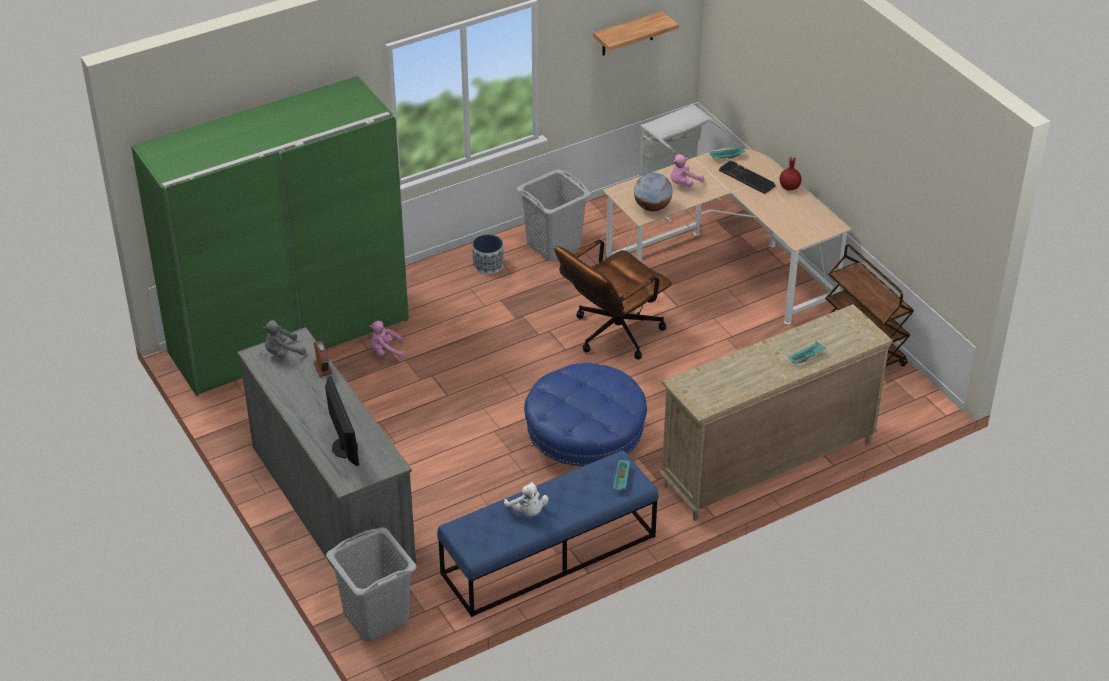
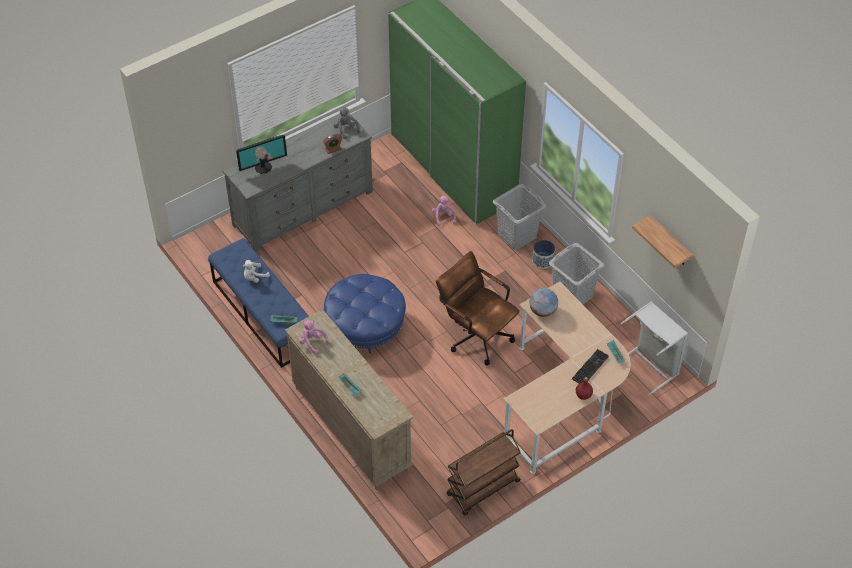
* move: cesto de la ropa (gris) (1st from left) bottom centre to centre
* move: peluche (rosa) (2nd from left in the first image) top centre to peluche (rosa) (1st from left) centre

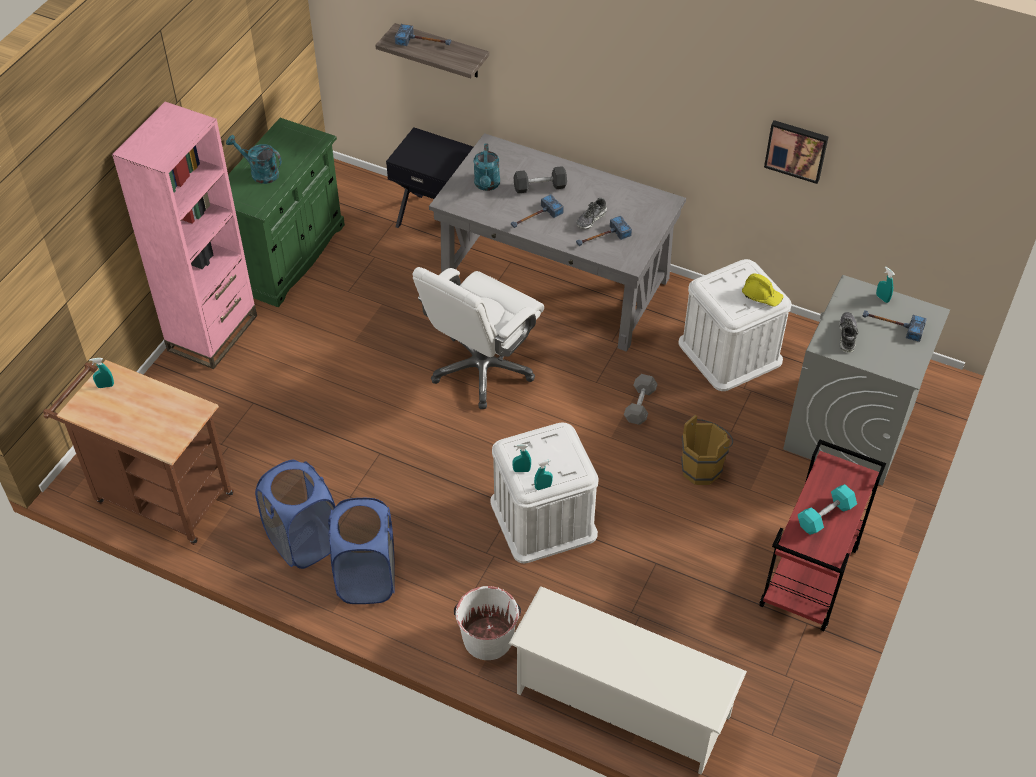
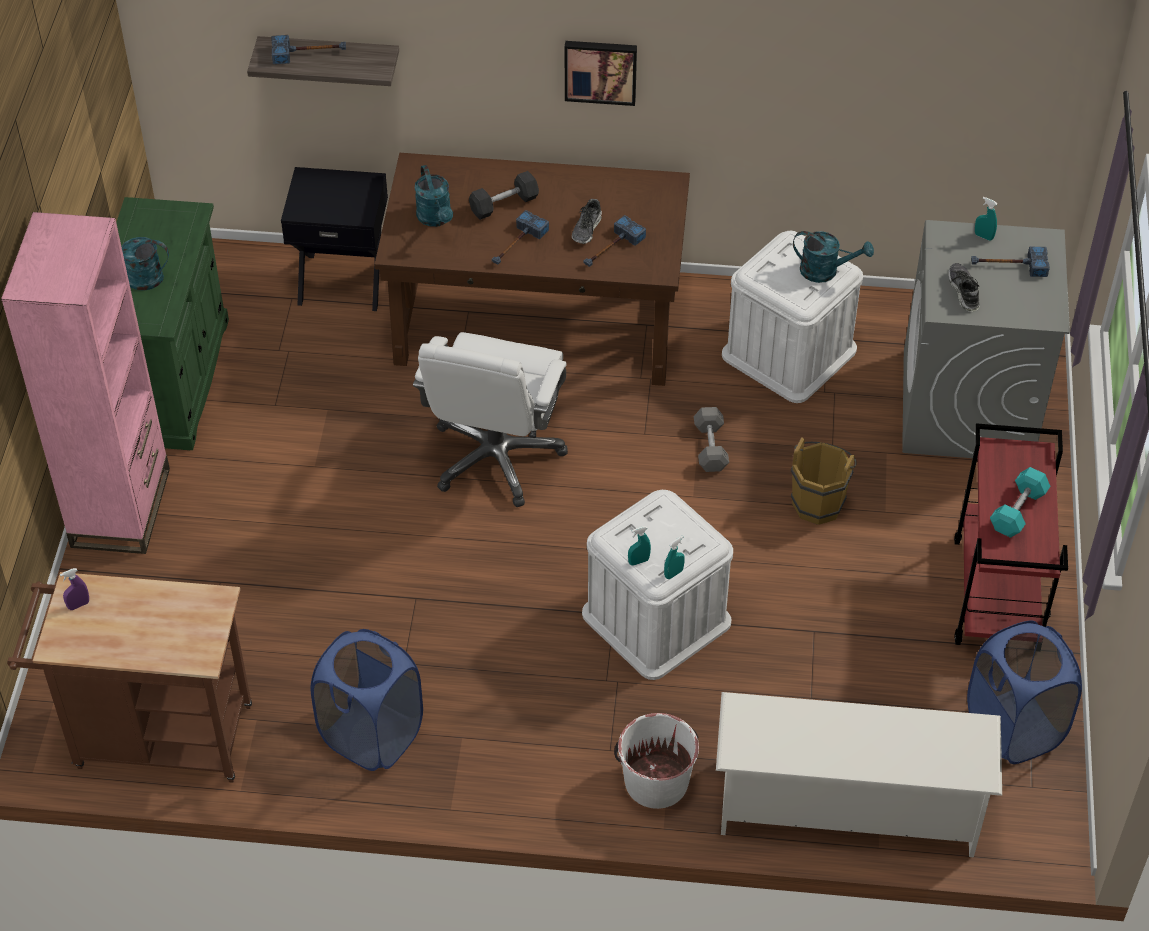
* recolor: pulverizador (turquesa) (1st from left) middle left to pulverizador (morado) middle left
* move: cesto de la ropa (azul) (2nd from left) bottom centre to bottom right
* recolor: escritorio (gris) top centre to escritorio (marrón) top centre
* replace: casco (amarillo) middle right to regadera (turquesa) (3rd from left) top right
* move: cuadro top right to top centre

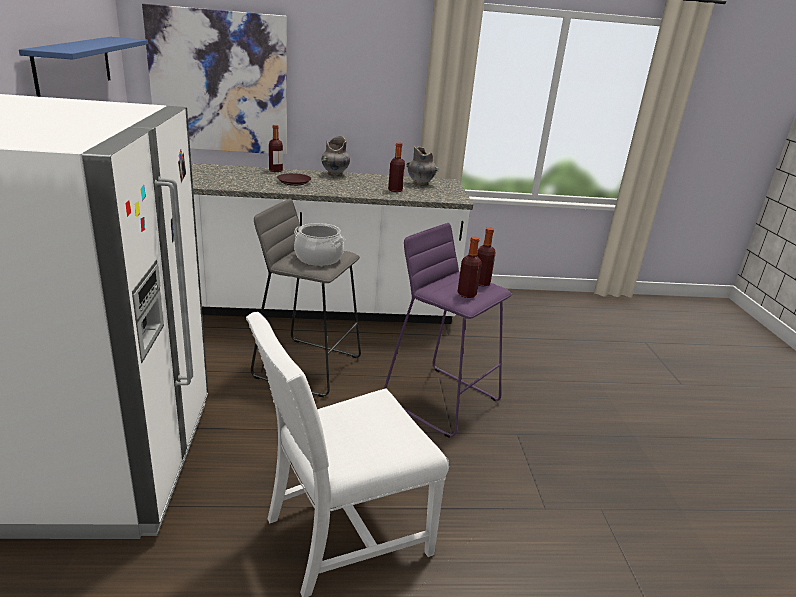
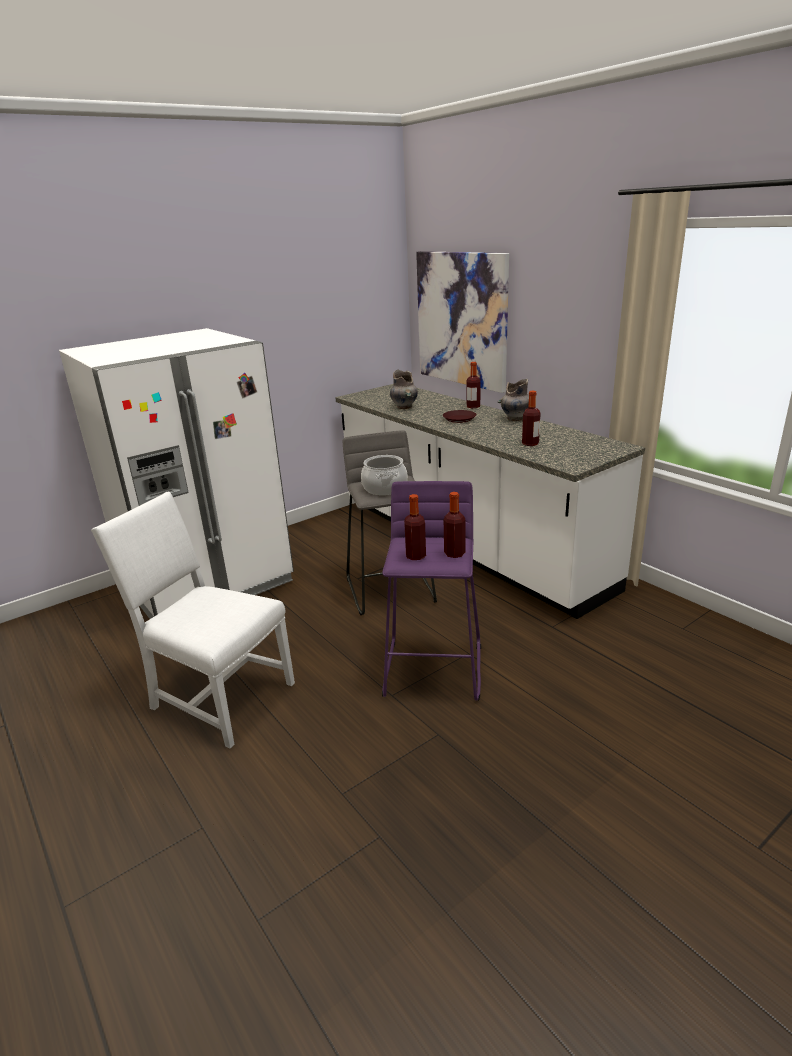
* delete: estante (azul) top left
* move: florero (gris) (2nd from left in the first image) top centre to florero (gris) (1st from left) centre

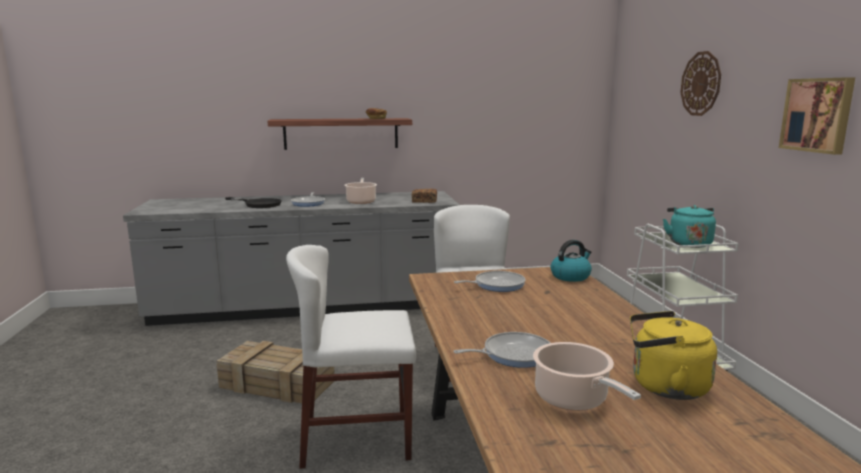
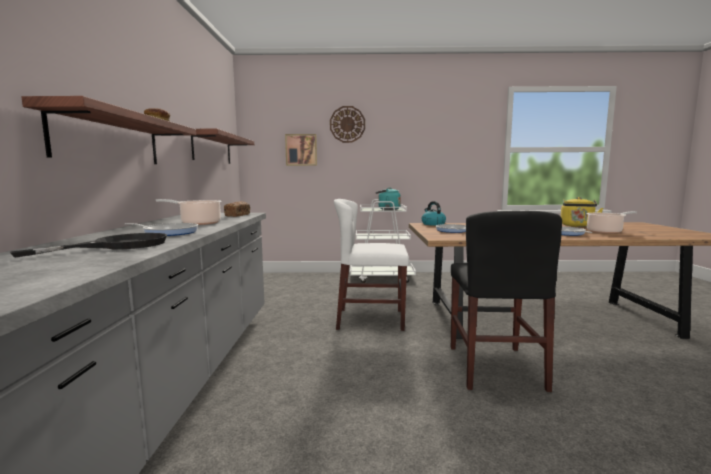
* delete: caja de embalaje bottom left
* recolor: silla (blanco) (1st from left) bottom centre to silla (negro) middle right
* move: cuadro top right to top centre
* insert: estante (2nd from left) top left

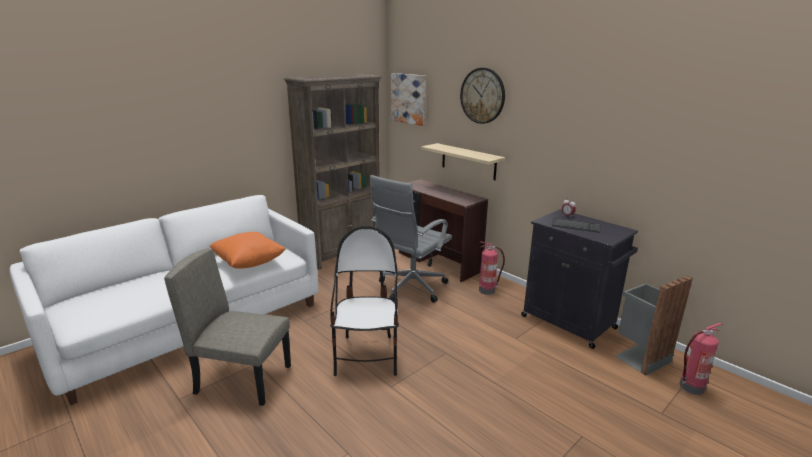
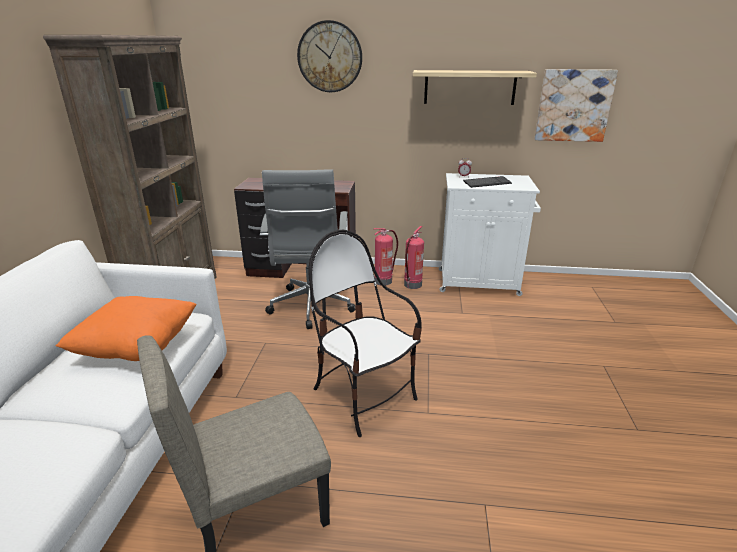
* move: cuadro top centre to top right
* move: estante centre to top centre
* recolor: armario (negro) middle right to armario (blanco) centre
* delete: papelera (gris) bottom right
* move: extintor (2nd from left) bottom right to centre

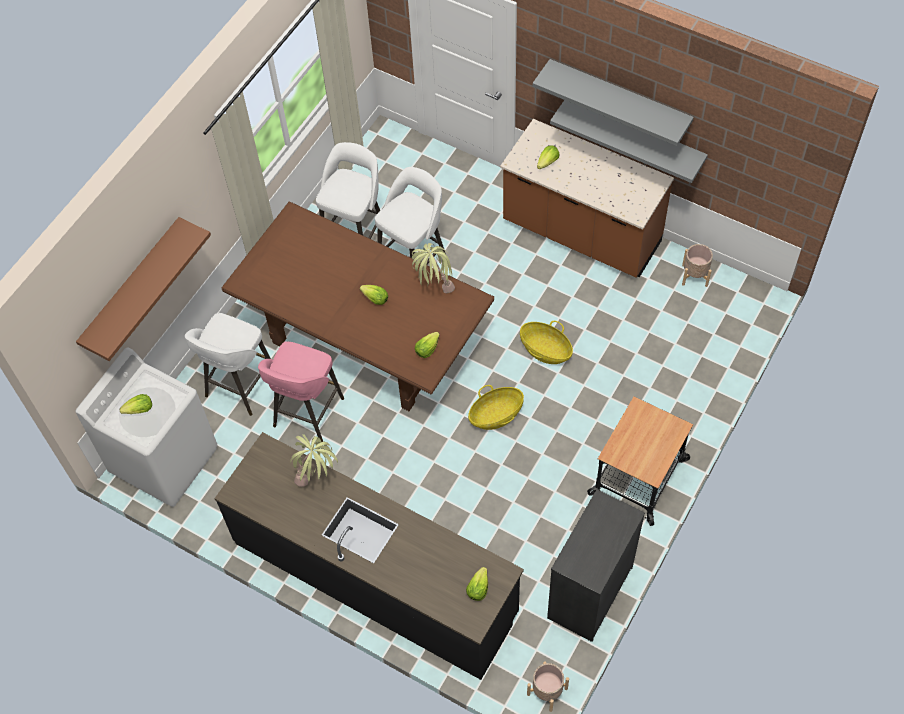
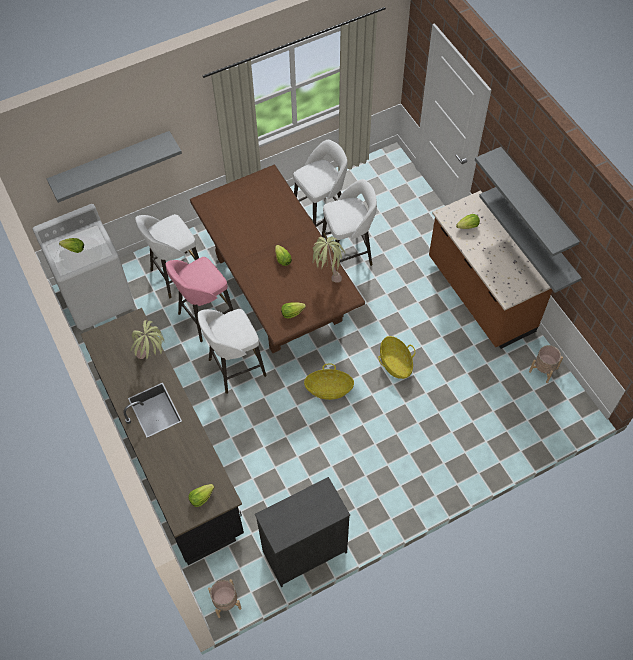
* recolor: estante (marrón) middle left to estante (gris) (1st from left) top left
* delete: carrito middle right
* insert: taburete (blanco) (2nd from left) centre

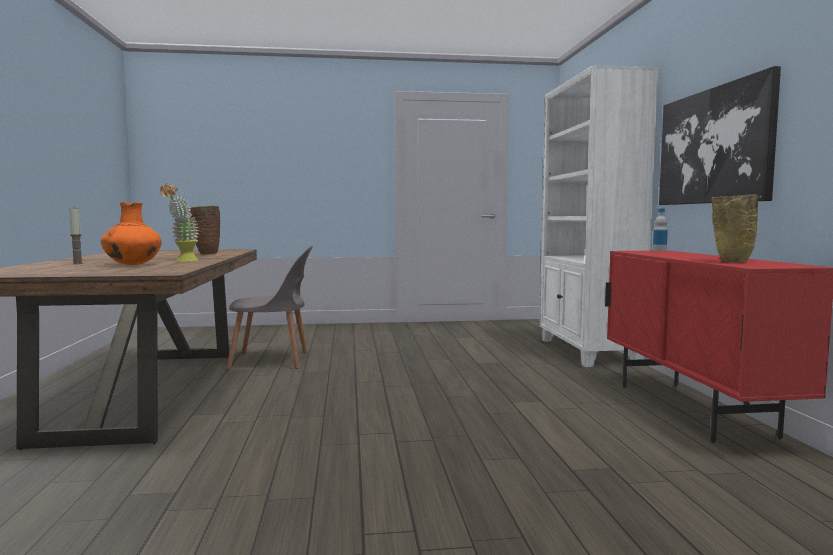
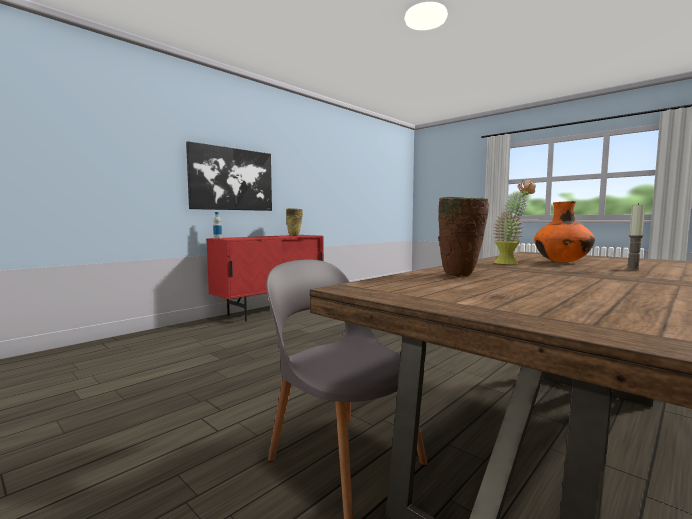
* delete: estantería (blanco) middle right

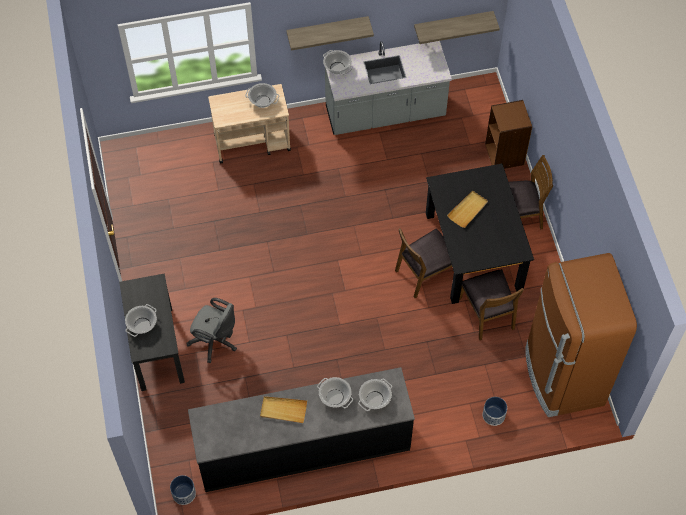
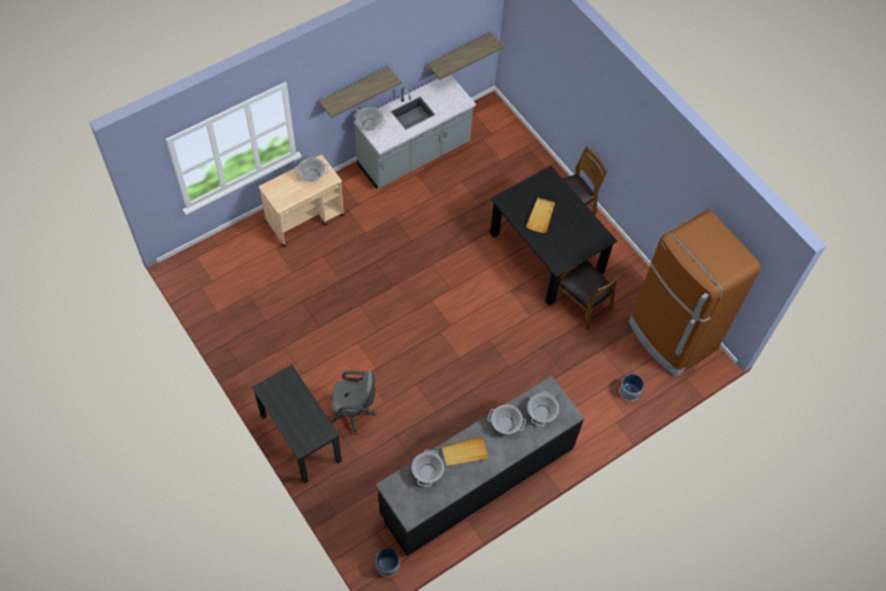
* move: olla (1st from left in the first image) middle left to olla (3rd from left) bottom centre
* delete: silla (marrón) (1st from left) centre
* delete: estantería (marrón) top right

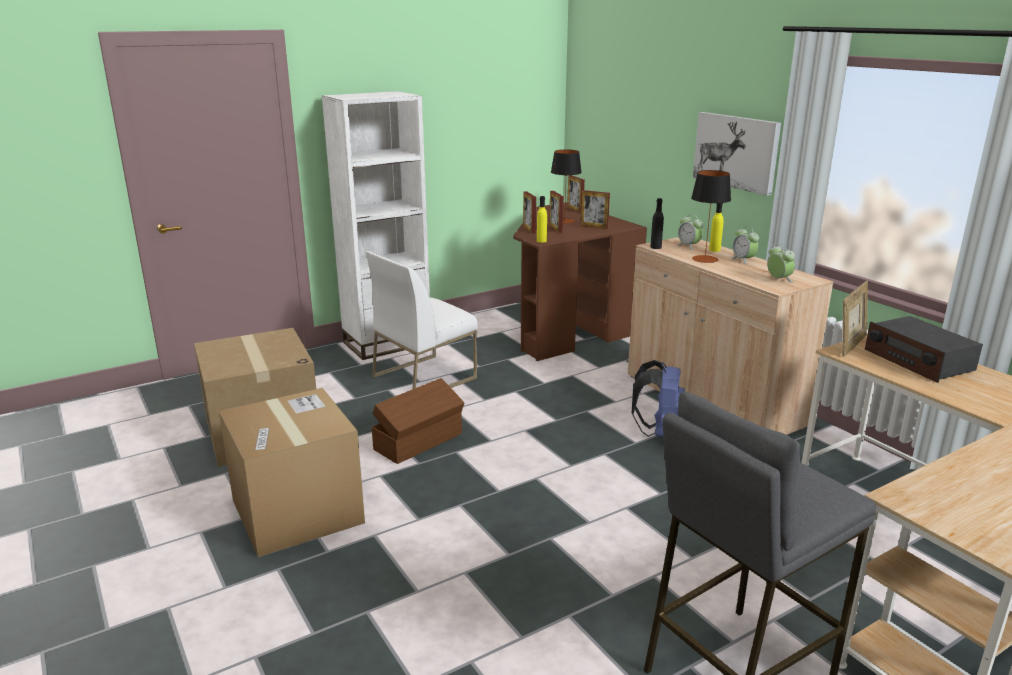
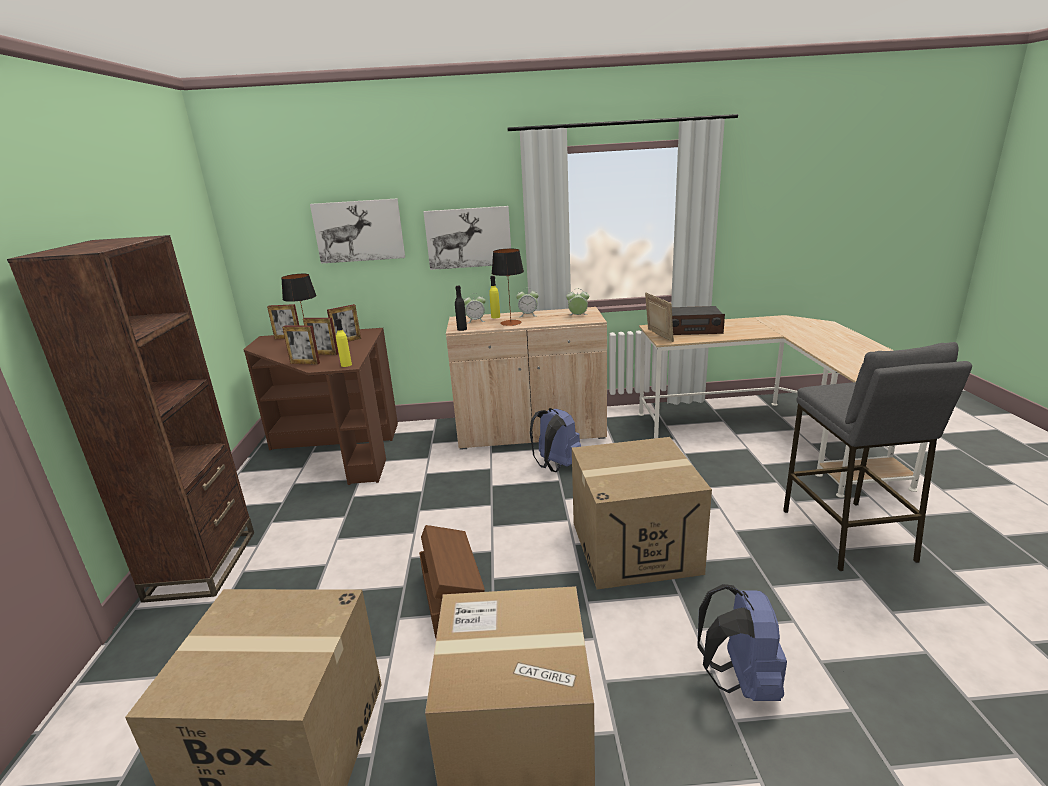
* recolor: estantería (blanco) centre to estantería (marrón) middle left
* delete: silla (blanco) centre
* insert: cuadro (1st from left) top centre
* insert: caja de cartón (3rd from left) centre
* insert: mochila (azul) (2nd from left) bottom right

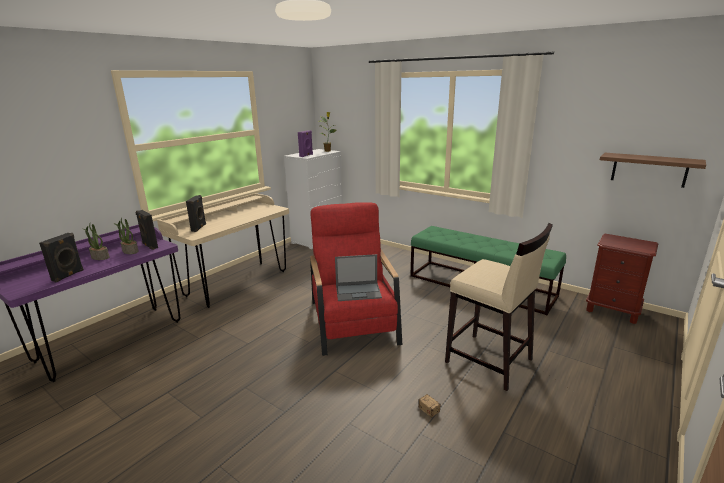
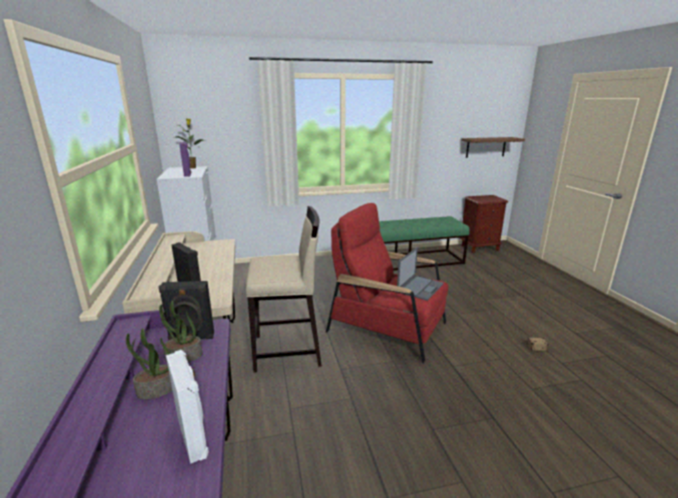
* recolor: altavoz (negro) (1st from left) middle left to altavoz (blanco) bottom left
* move: taburete (beis) middle right to centre

